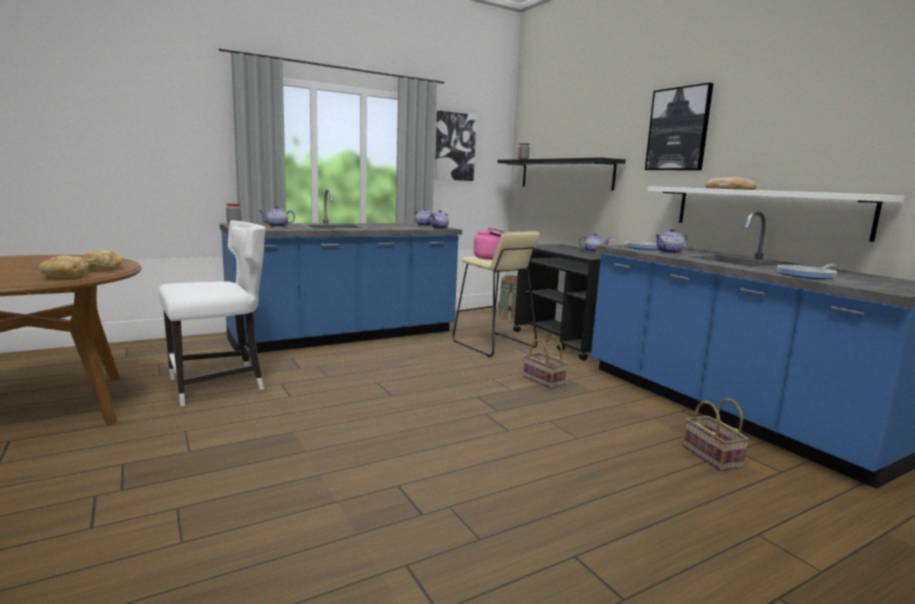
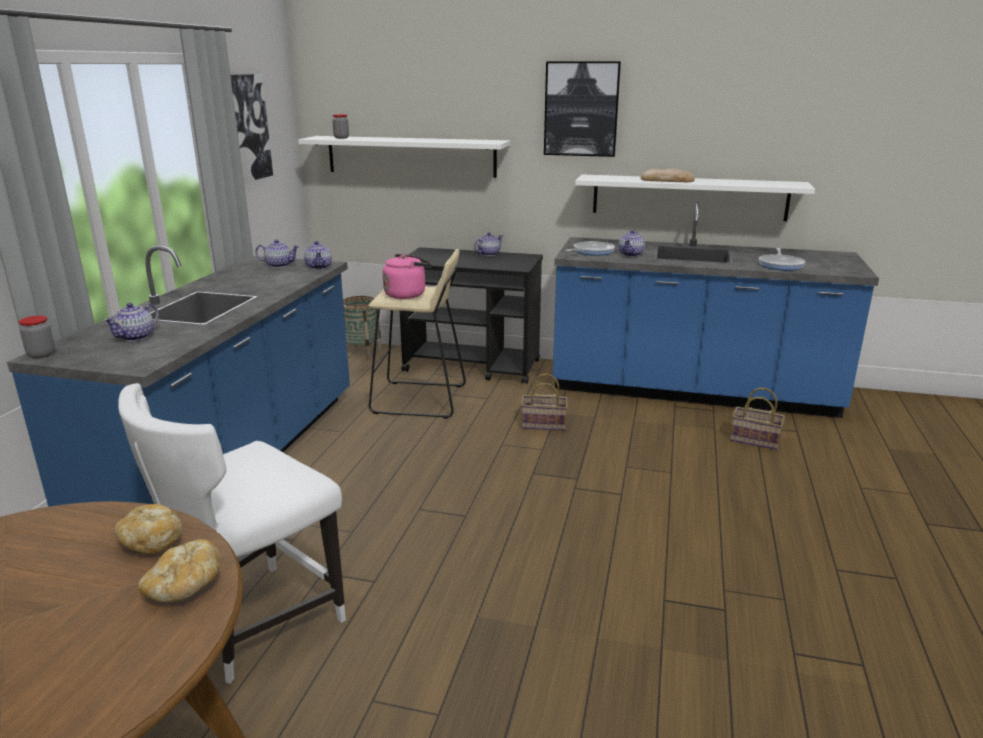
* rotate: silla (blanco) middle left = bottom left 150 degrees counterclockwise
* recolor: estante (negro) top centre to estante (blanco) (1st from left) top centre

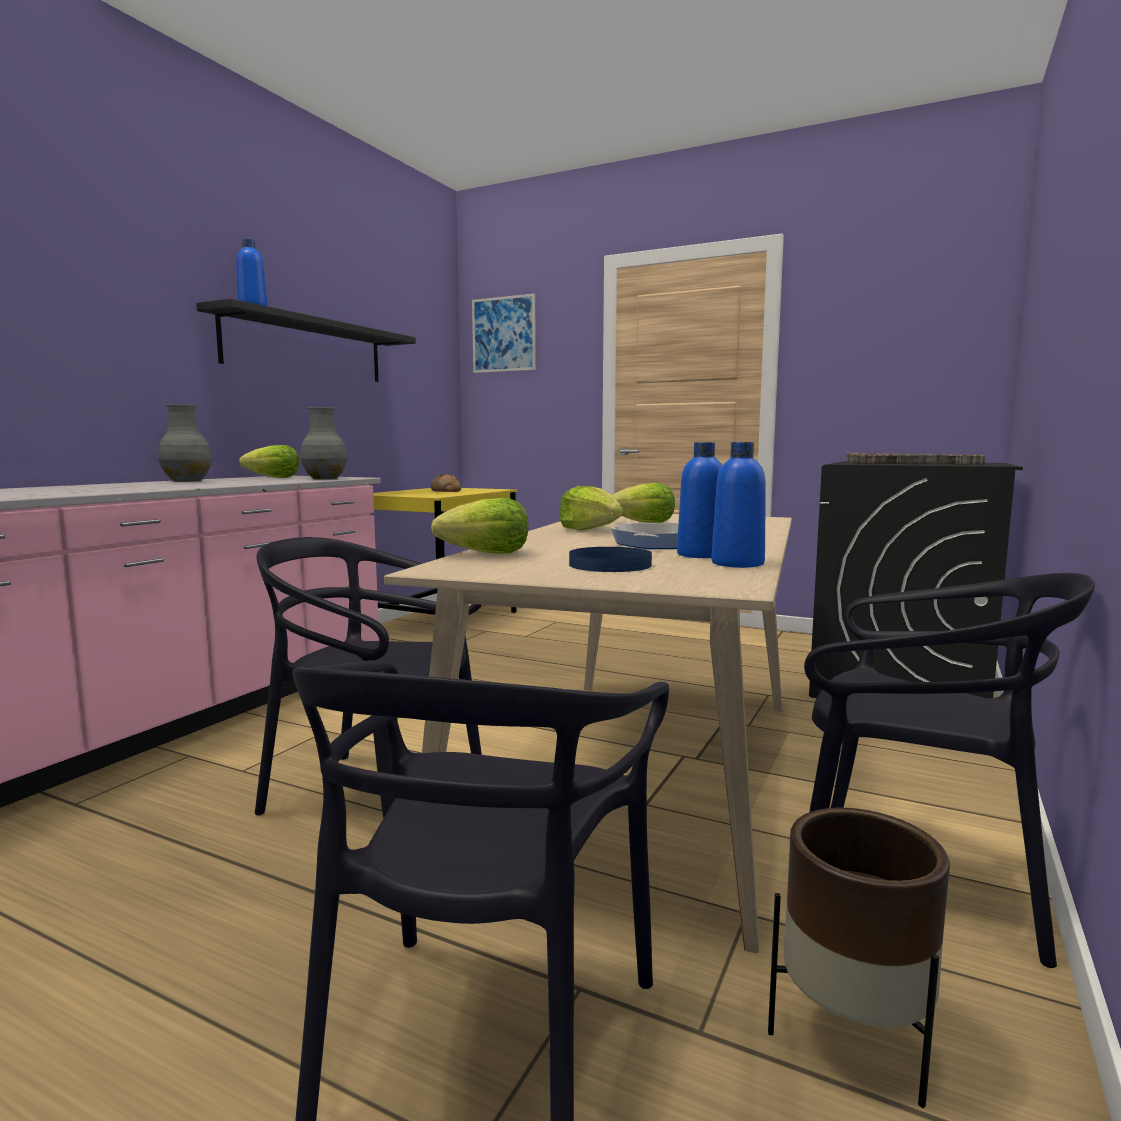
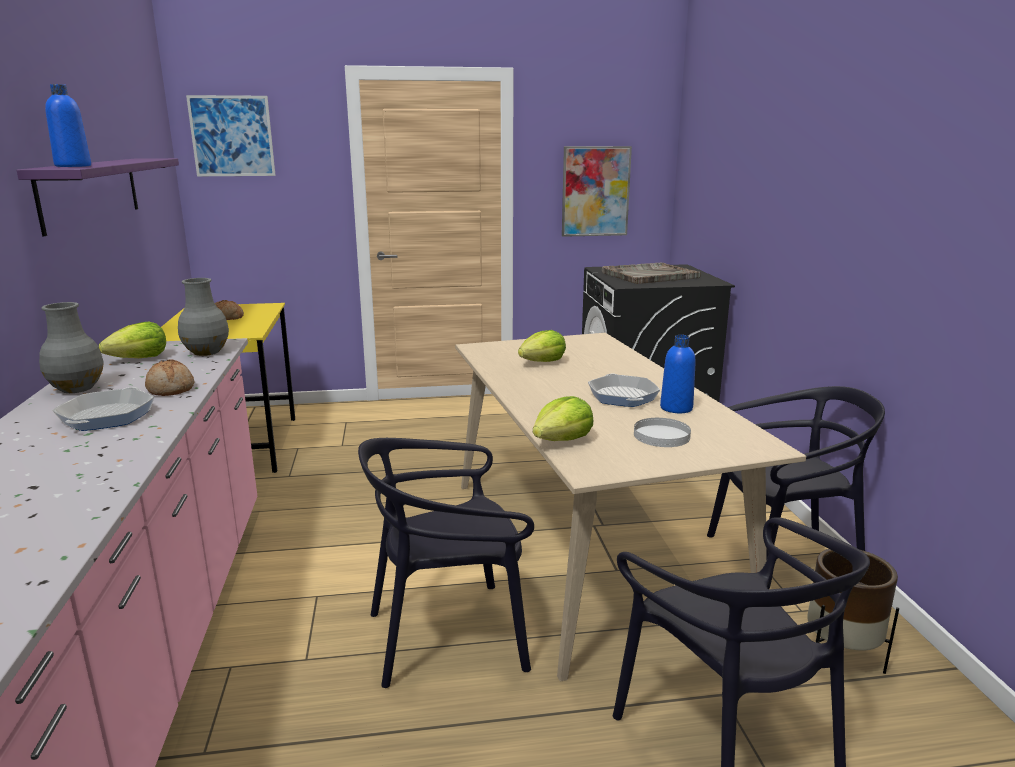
* recolor: estante (negro) top left to estante (morado) top left
* delete: lechuga (3rd from left) centre
* recolor: plato (azul) centre to plato (blanco) centre
* delete: botella (azul) (3rd from left) centre
* insert: sartén (1st from left) middle left
* insert: pan (1st from left) middle left
* insert: cuadro (2nd from left) top centre

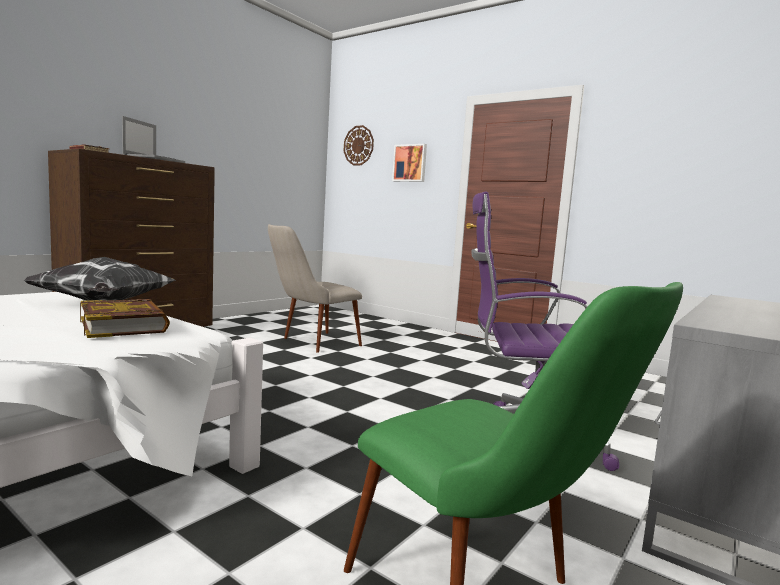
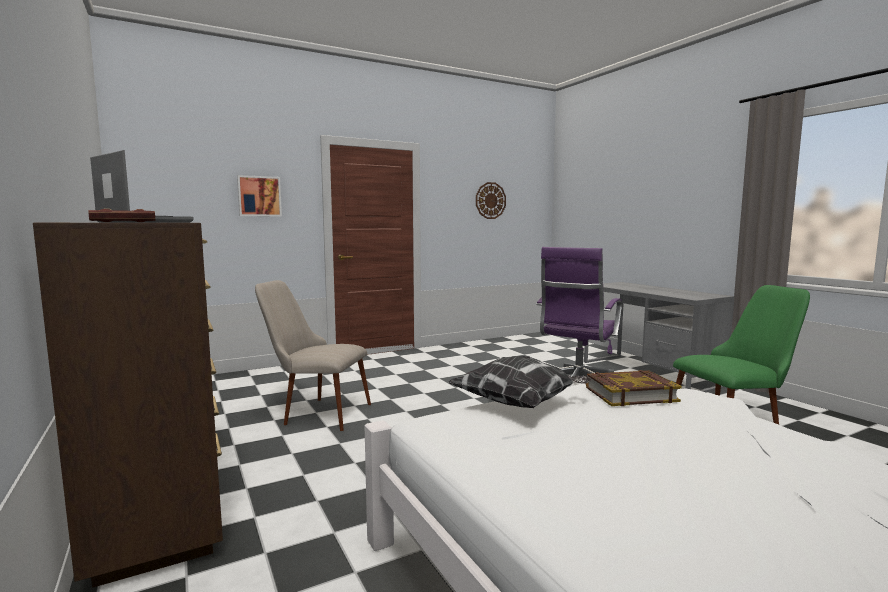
* rotate: silla (beis) centre = centre 120 degrees clockwise
* move: reloj de pared top centre to centre

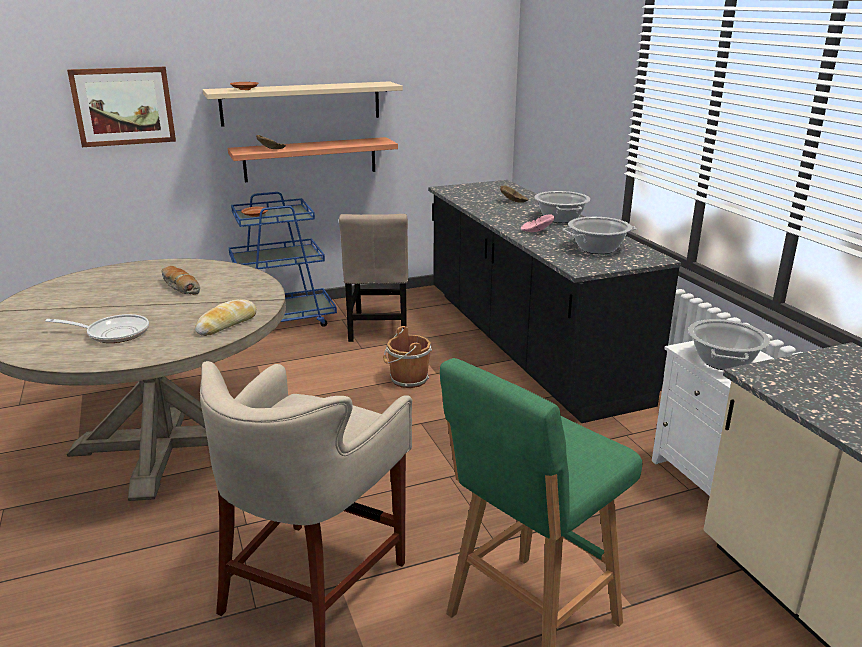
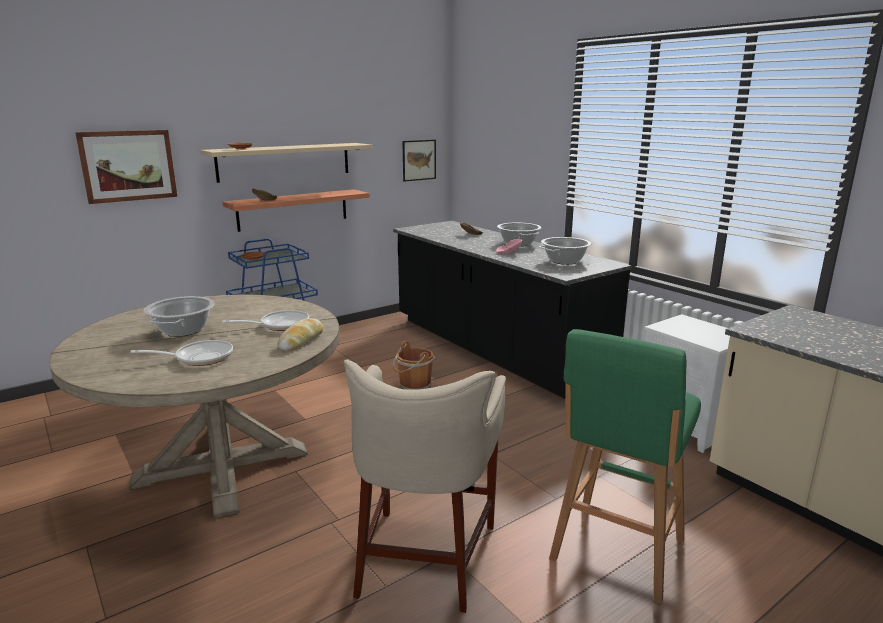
* delete: pan (1st from left) middle left
* delete: silla (beis) centre
* move: olla (3rd from left in the first image) middle right to olla (1st from left) middle left
* insert: sartén (2nd from left) middle left
* insert: cuadro (2nd from left) top centre

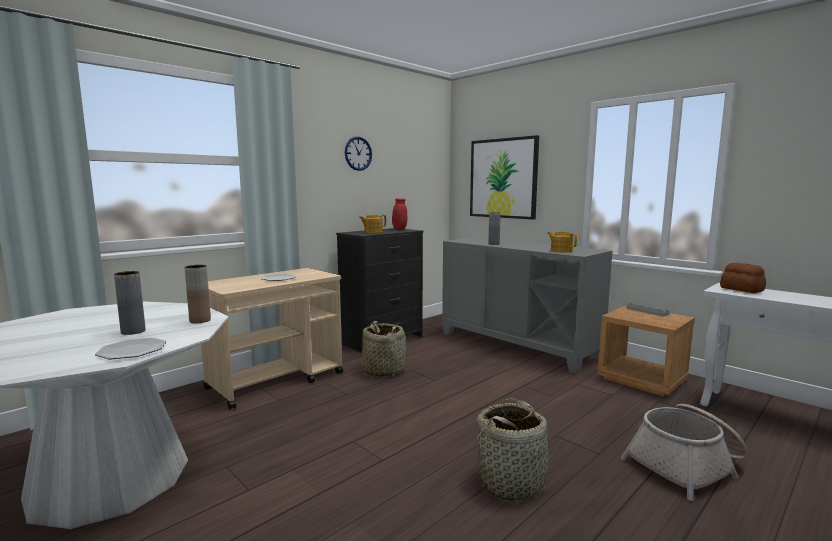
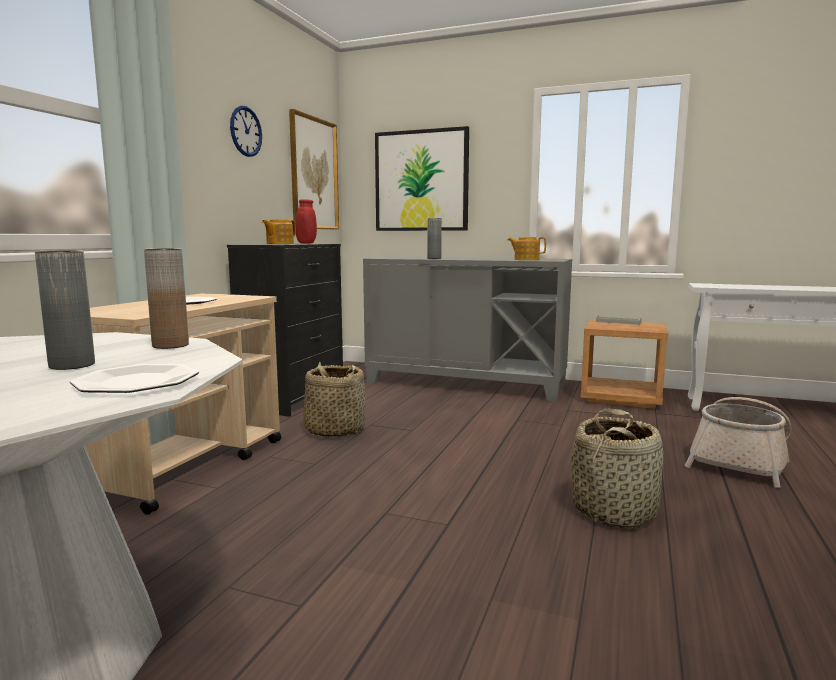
* delete: pan middle right
* insert: cuadro (1st from left) top centre

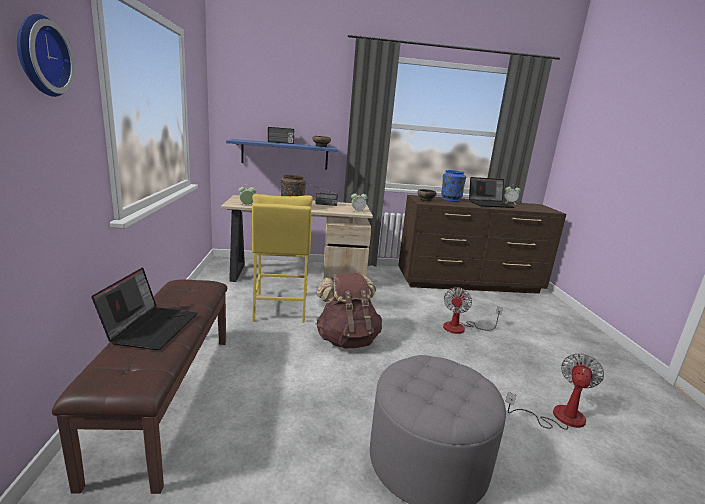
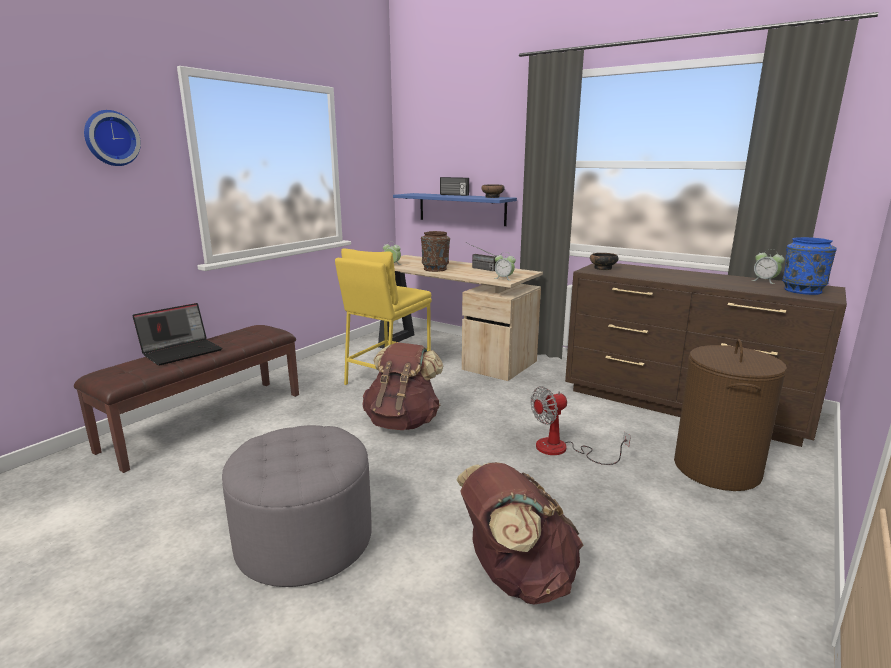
* move: florero (azul) centre to middle right
* delete: portátil (2nd from left) middle right
* replace: ventilador (2nd from left) bottom right to mochila (marrón) (2nd from left) bottom centre
* insert: cesto de la ropa (marrón) middle right

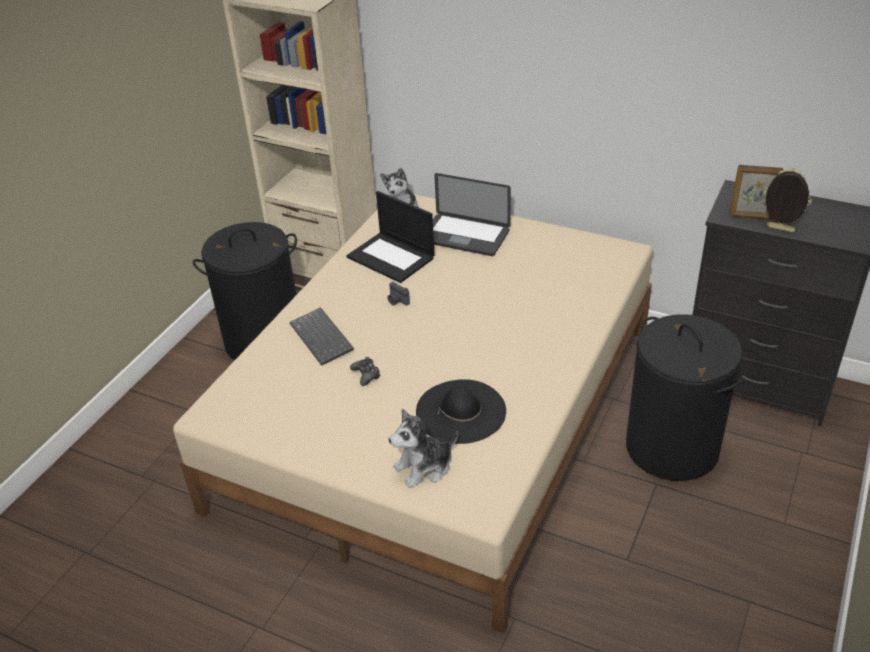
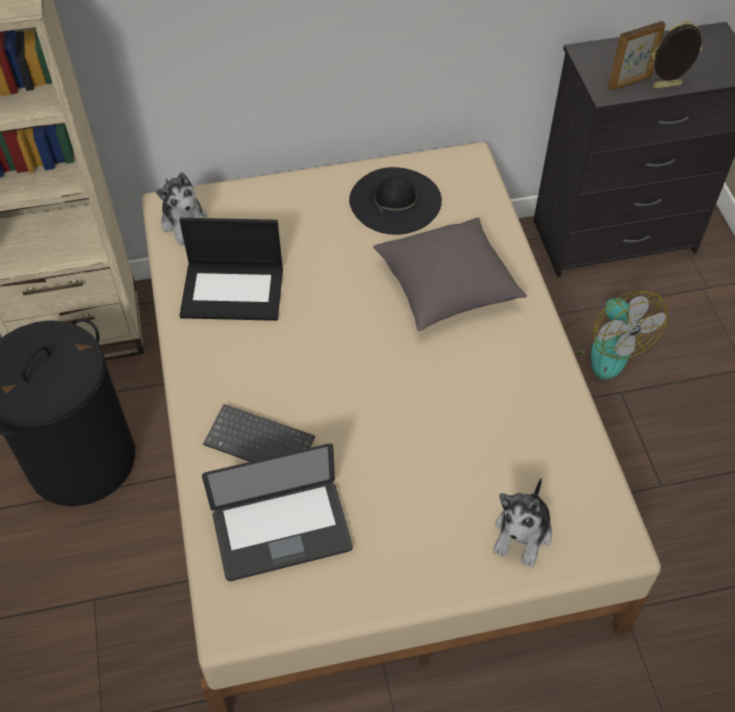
* delete: mando de consola (negro) centre
* delete: cámara centre
* move: sombrero (negro) centre to top centre
* move: portátil (2nd from left) top centre to bottom centre
* replace: cesto de la ropa (negro) (2nd from left) middle right to ventilador middle right
* insert: cojín (gris) centre

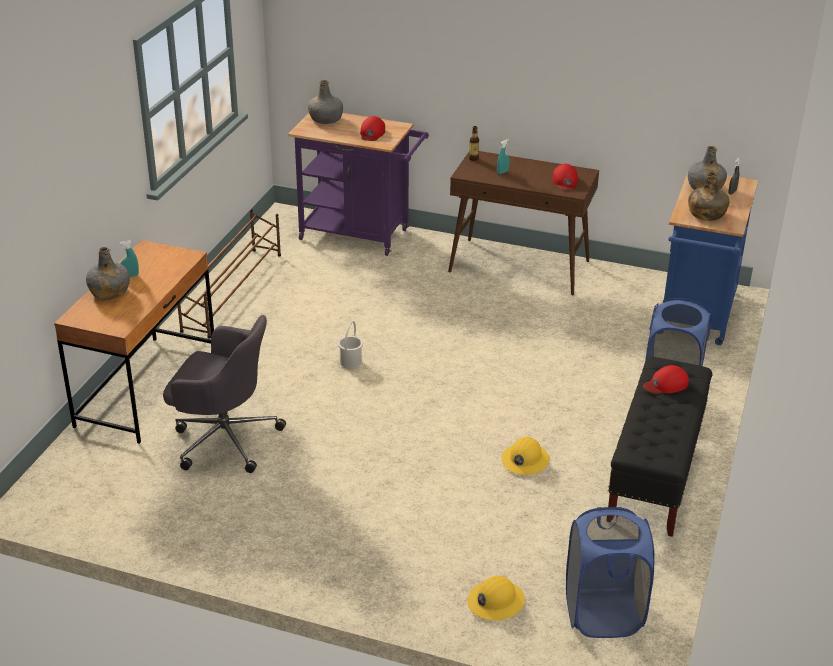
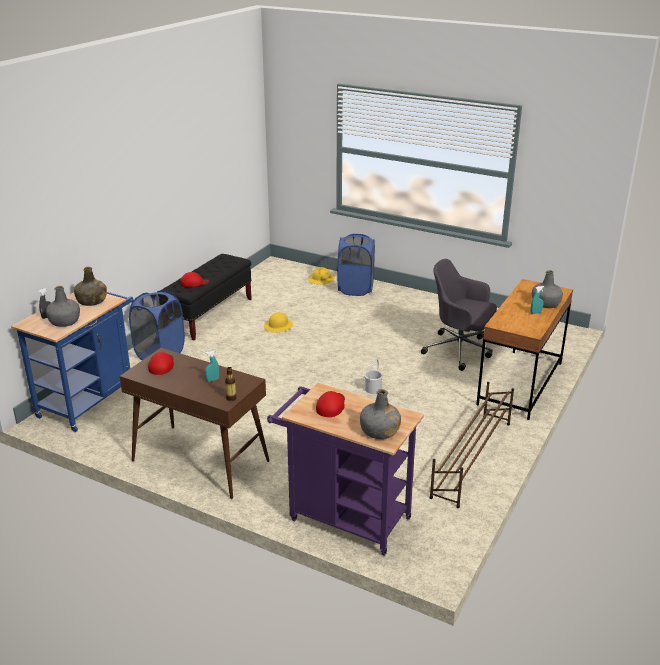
* move: cesto de la ropa (azul) (1st from left in the first image) bottom right to cesto de la ropa (azul) (2nd from left) centre

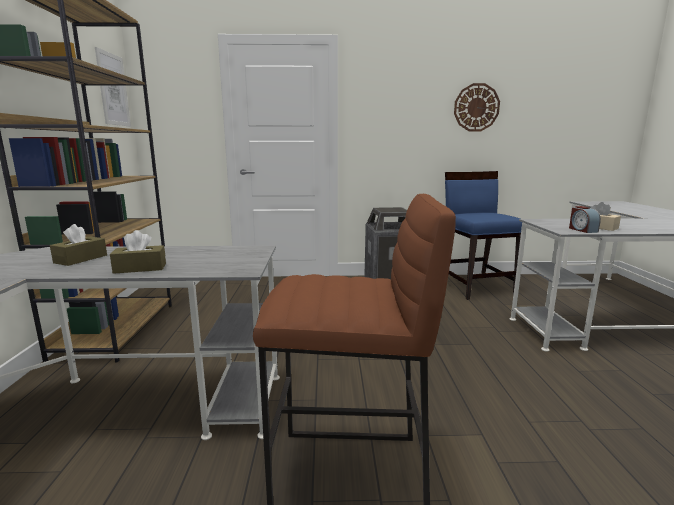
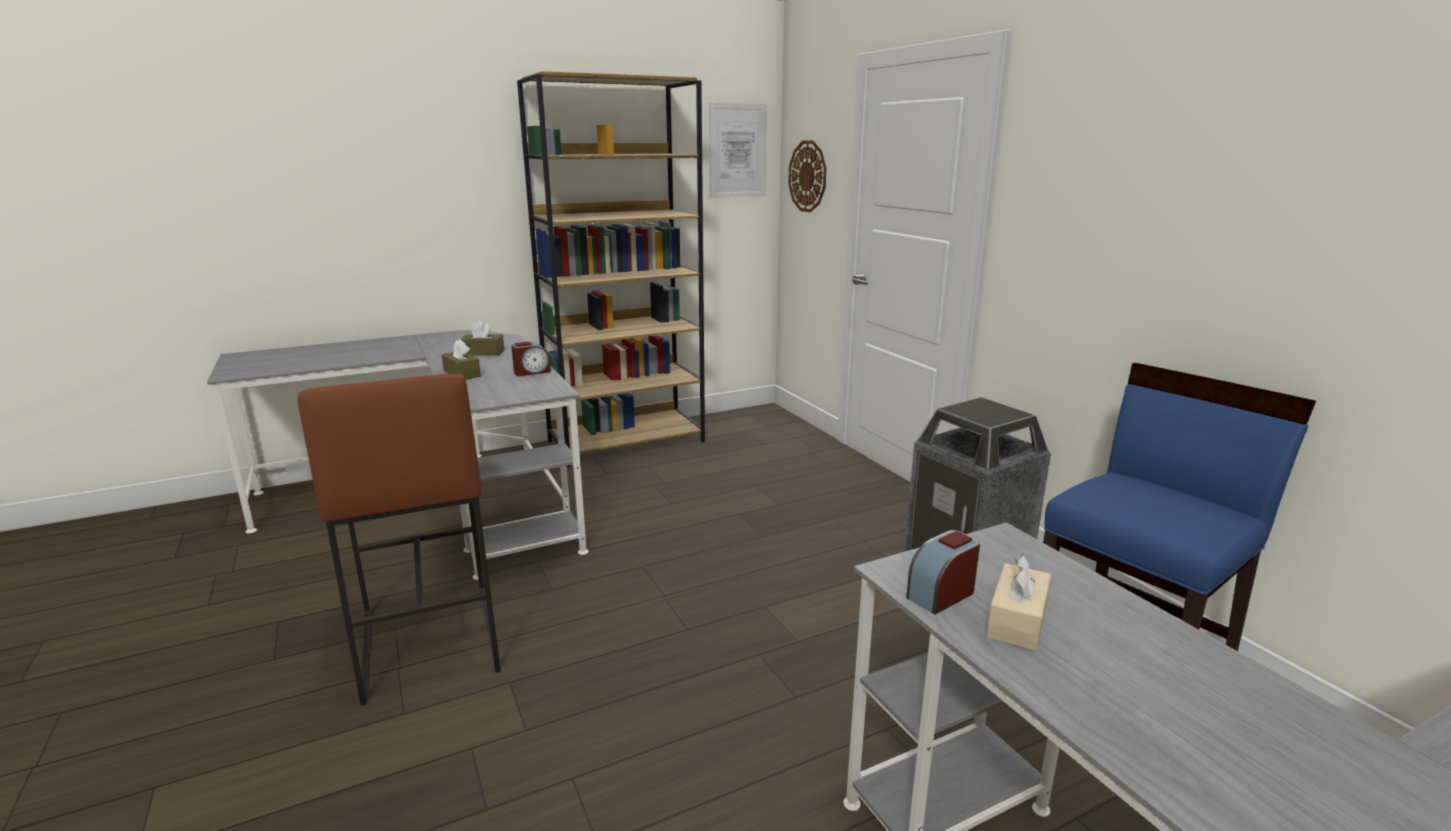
* move: reloj de pared top right to top centre
* insert: despertador (1st from left) centre

